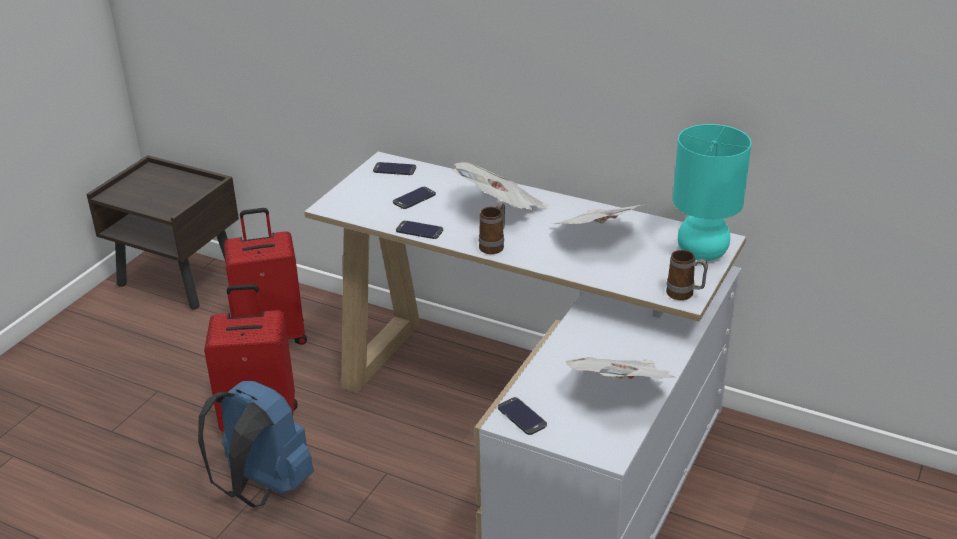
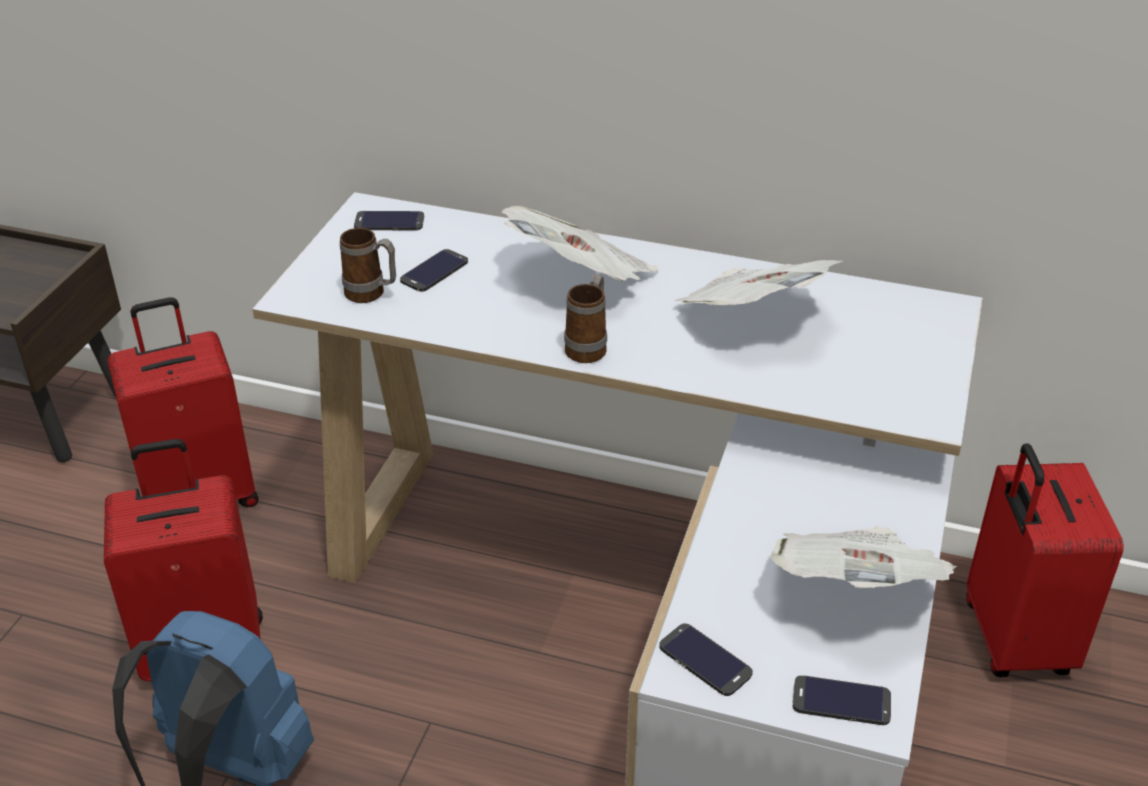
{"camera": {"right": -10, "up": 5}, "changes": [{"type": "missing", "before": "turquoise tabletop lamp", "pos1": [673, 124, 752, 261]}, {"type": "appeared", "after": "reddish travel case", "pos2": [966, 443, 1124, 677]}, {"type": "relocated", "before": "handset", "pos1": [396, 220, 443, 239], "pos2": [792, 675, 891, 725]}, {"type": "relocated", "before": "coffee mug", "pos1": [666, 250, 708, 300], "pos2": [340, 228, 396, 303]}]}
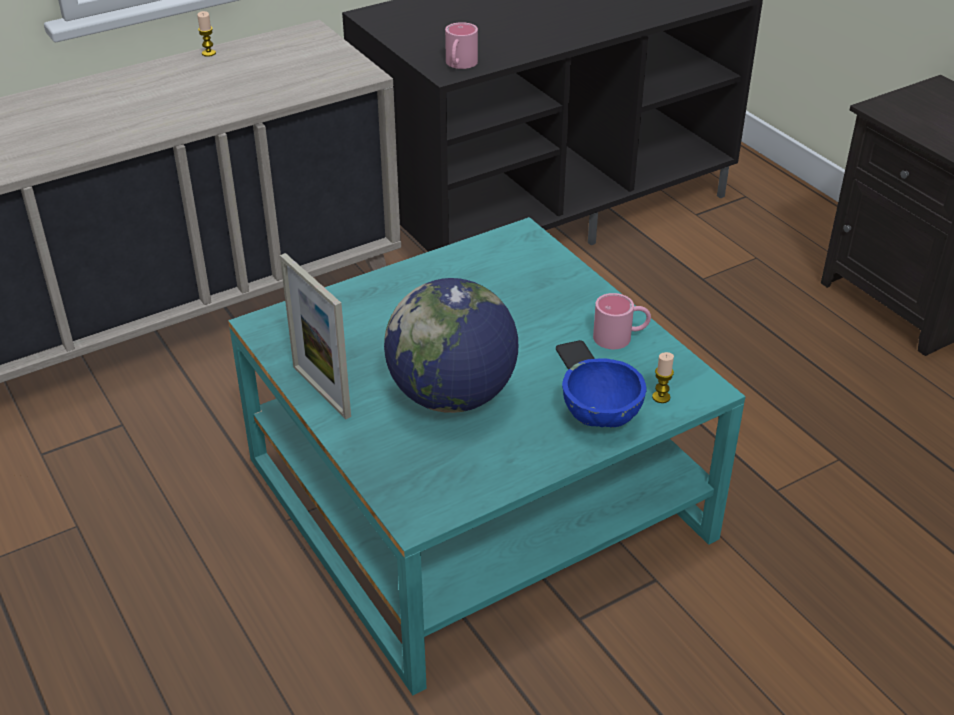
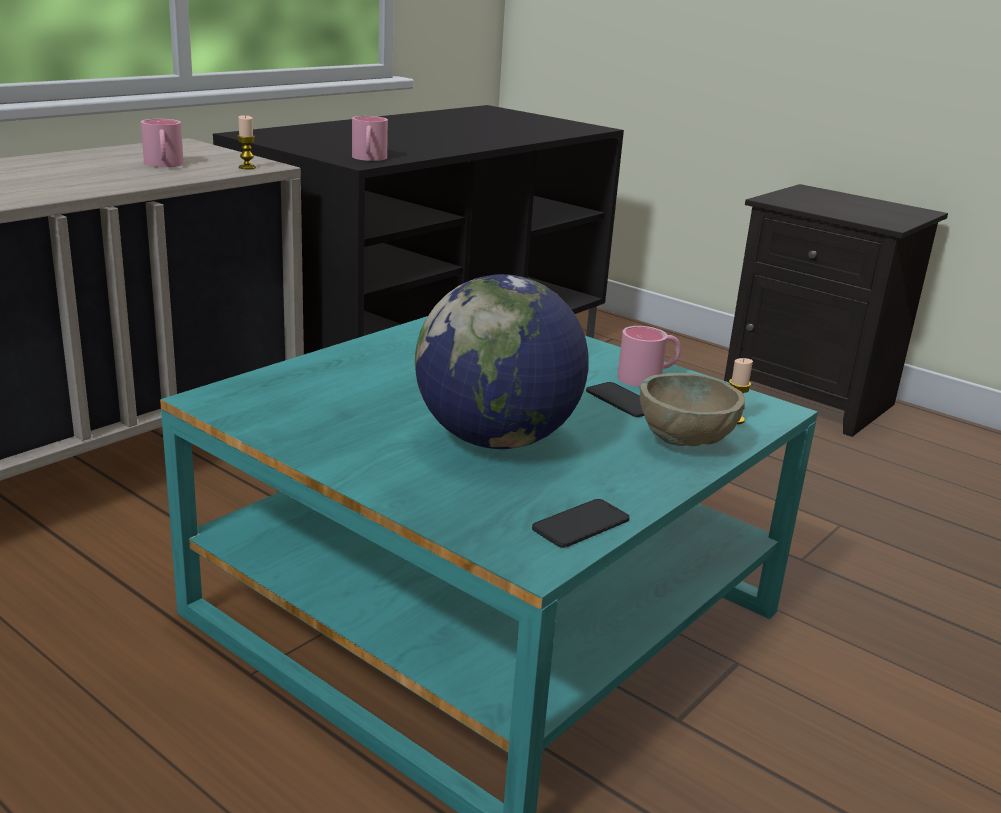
{"camera": {"right": -20, "up": -15}, "changes": [{"type": "missing", "before": "standing frame", "pos1": [280, 253, 351, 419]}, {"type": "appeared", "after": "pinkish coffee mug", "pos2": [141, 119, 184, 167]}, {"type": "appeared", "after": "handset", "pos2": [532, 499, 630, 548]}, {"type": "relocated", "before": "wax candle", "pos1": [197, 11, 216, 57], "pos2": [237, 115, 256, 169]}, {"type": "colour", "before": "bluish serving bowl", "after": "beige serving bowl", "pos1": [562, 358, 647, 427], "pos2": [640, 373, 745, 446]}]}
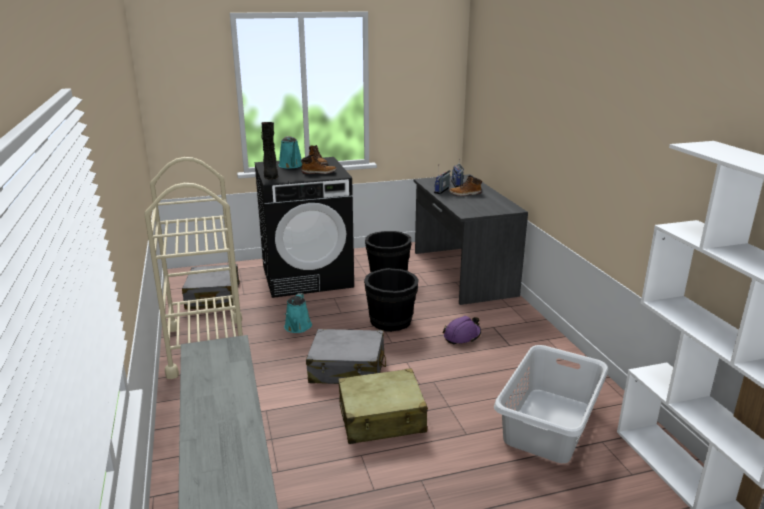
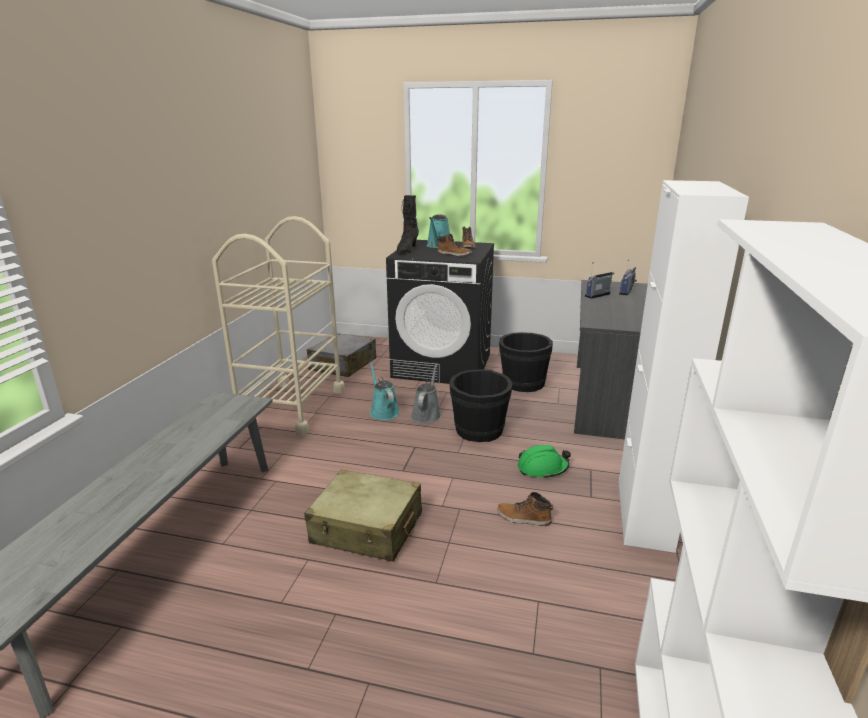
{"camera": {"right": 30, "up": 0}, "changes": [{"type": "missing", "before": "gray travel case", "pos1": [306, 329, 386, 384]}, {"type": "missing", "before": "gray washing basket", "pos1": [494, 345, 608, 463]}, {"type": "appeared", "after": "gray watering pot", "pos2": [411, 364, 441, 423]}, {"type": "appeared", "after": "white-coloured cupboard", "pos2": [619, 180, 749, 553]}, {"type": "relocated", "before": "tall boot", "pos1": [449, 175, 482, 196], "pos2": [497, 492, 553, 526]}, {"type": "colour", "before": "purple-coloured hard hat", "after": "green hard hat", "pos1": [443, 316, 481, 344], "pos2": [518, 445, 571, 479]}, {"type": "spun", "before": "turquoise watering pot", "pos1": [284, 293, 312, 333], "pos2": [370, 363, 400, 420], "turn": 120}]}
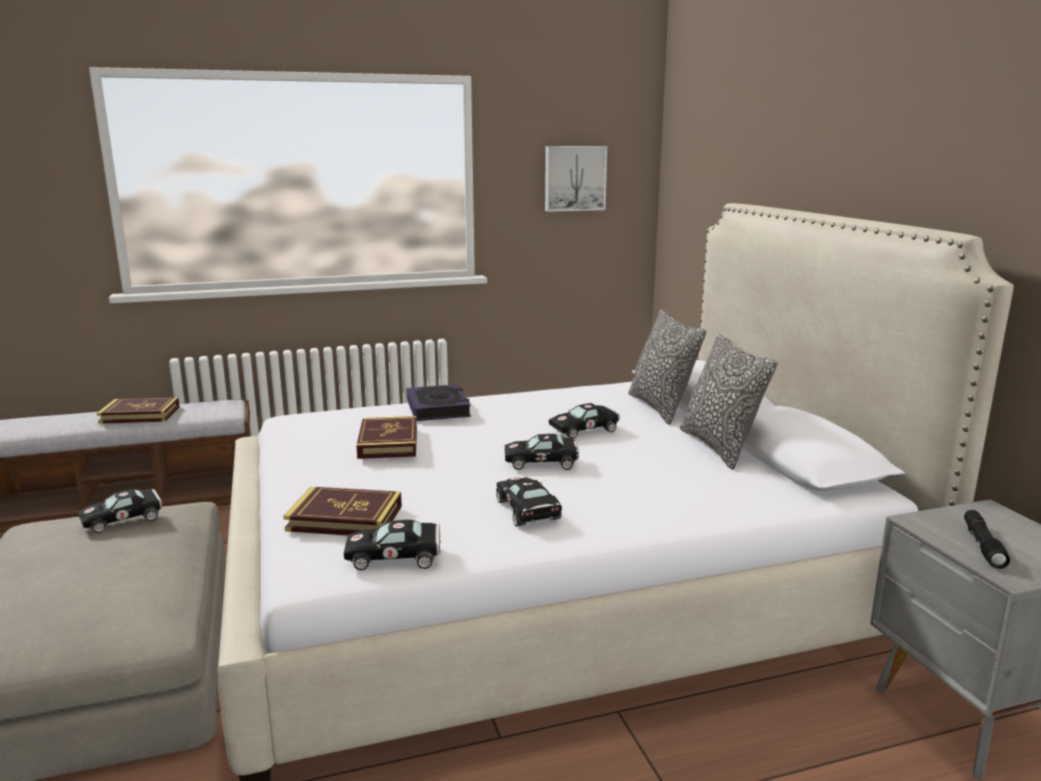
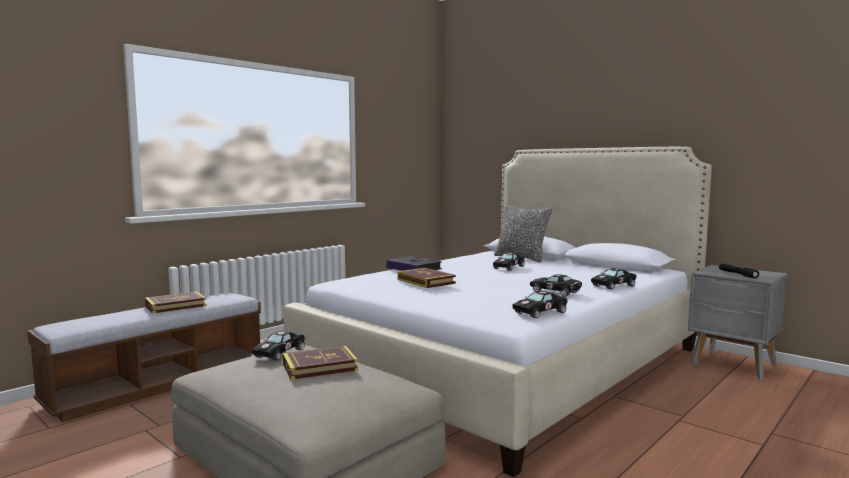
{"camera": {"right": -30, "up": -10}, "changes": [{"type": "missing", "before": "wall picture", "pos1": [545, 146, 607, 212]}, {"type": "missing", "before": "throw pillow", "pos1": [680, 334, 778, 469]}, {"type": "relocated", "before": "bound book", "pos1": [284, 487, 402, 536], "pos2": [283, 346, 358, 380]}, {"type": "relocated", "before": "black model car", "pos1": [505, 434, 579, 470], "pos2": [591, 268, 637, 290]}]}
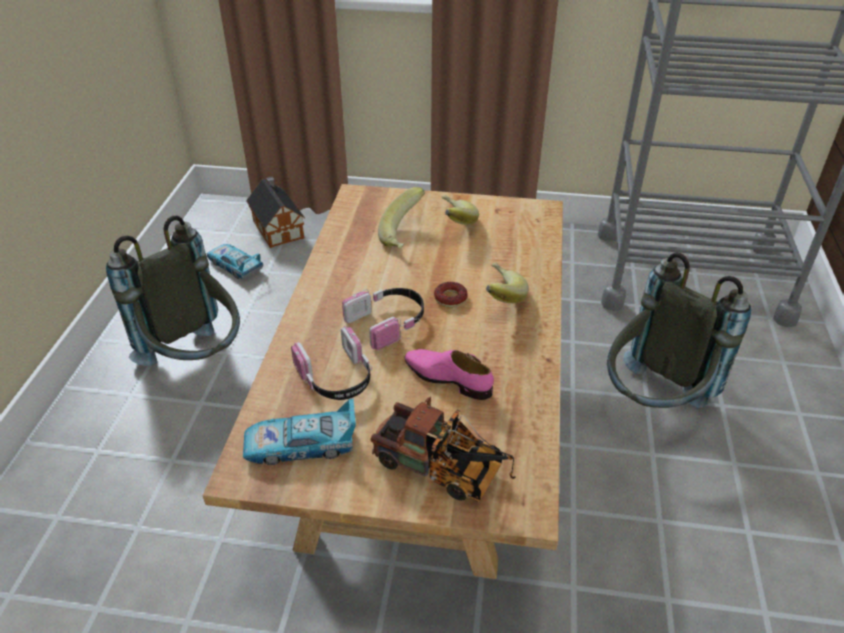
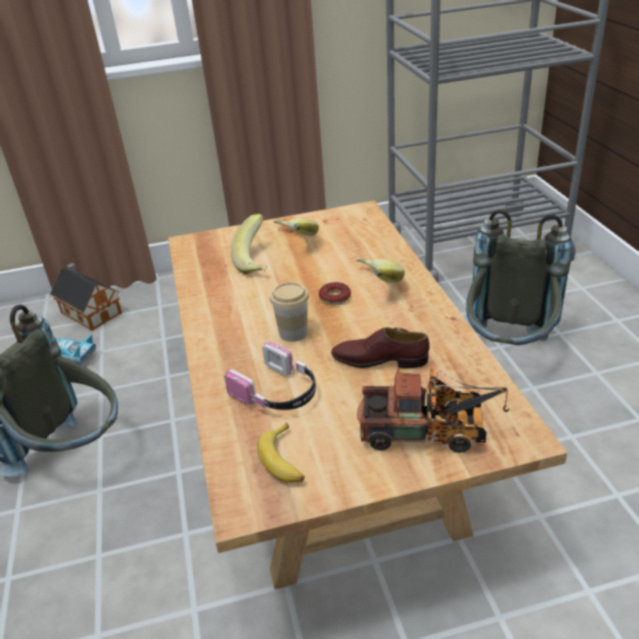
{"camera": {"right": -20, "up": -5}, "changes": [{"type": "exchanged", "before": "model car", "after": "whole banana", "pos1": [243, 398, 356, 465], "pos2": [257, 422, 305, 483]}, {"type": "exchanged", "before": "headset", "after": "cup", "pos1": [342, 288, 424, 350], "pos2": [270, 282, 309, 342]}, {"type": "colour", "before": "pinkish shoe", "after": "brown-coloured shoe", "pos1": [405, 349, 494, 400], "pos2": [331, 327, 430, 368]}]}
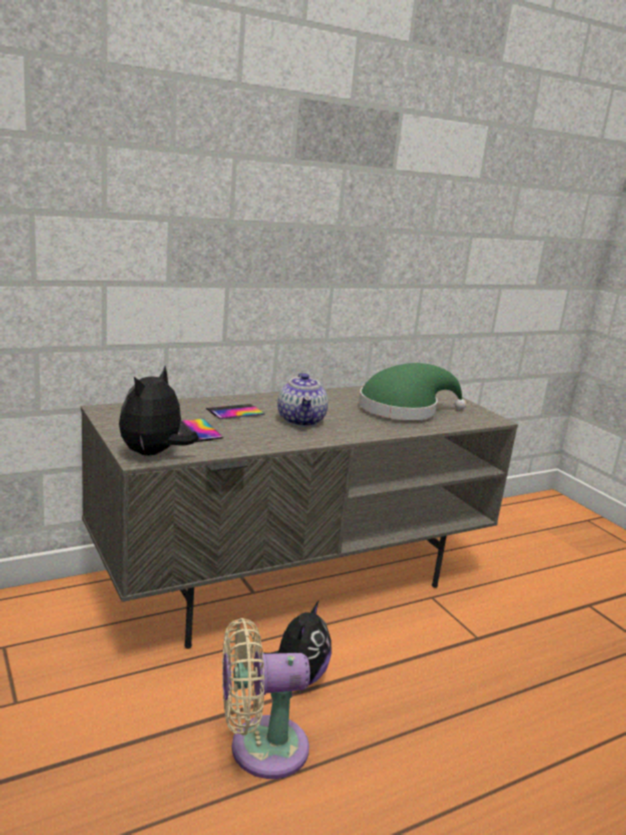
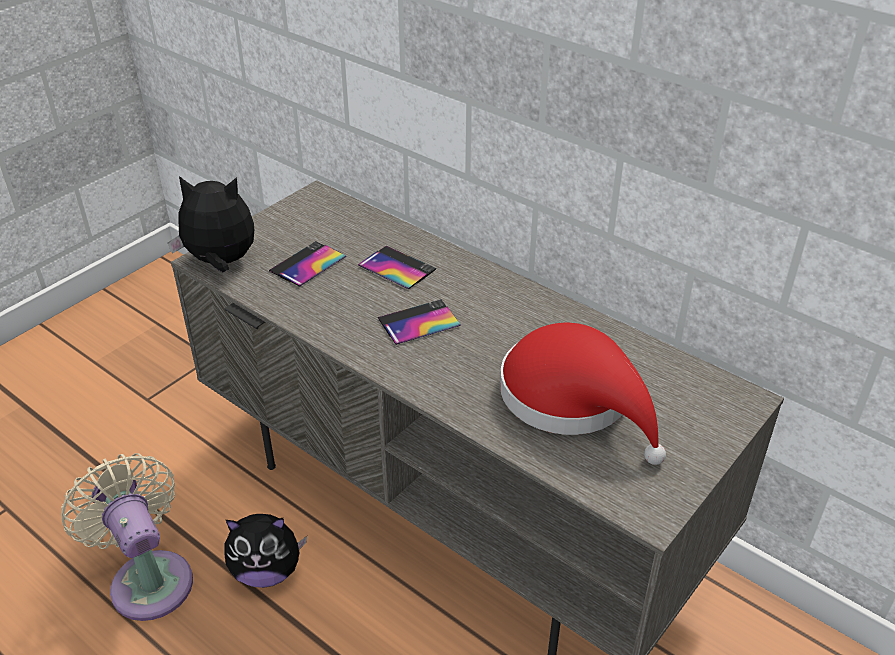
{"camera": {"right": 70, "up": 20}, "changes": [{"type": "exchanged", "before": "teapot", "after": "handset", "pos1": [278, 373, 328, 426], "pos2": [378, 299, 461, 345]}, {"type": "colour", "before": "green hat", "after": "reddish hat", "pos1": [359, 363, 466, 420], "pos2": [500, 323, 666, 465]}]}
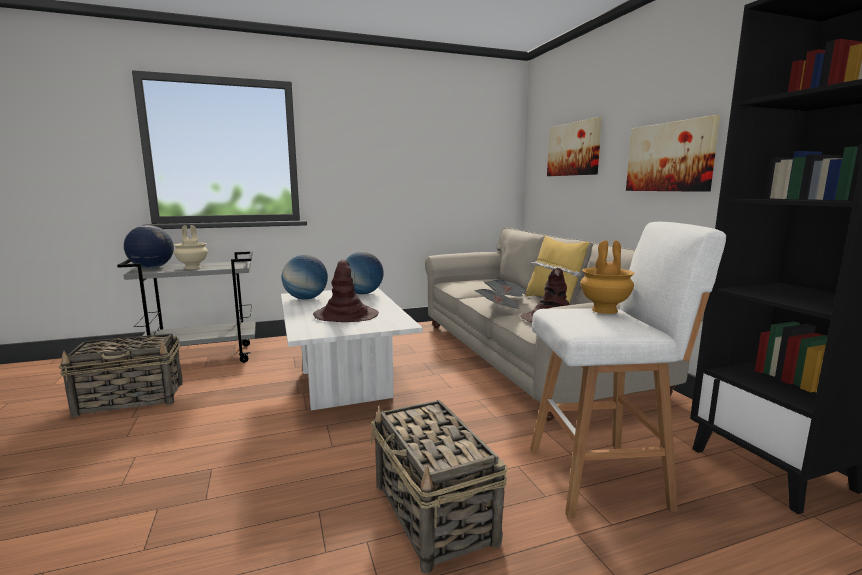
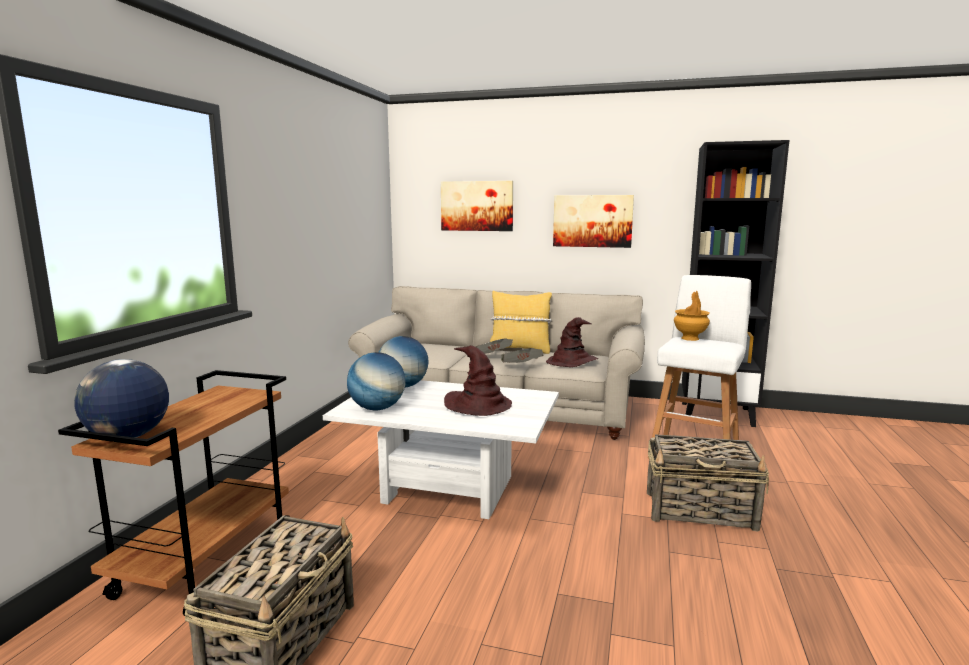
{"camera": {"right": -55, "up": 0}, "changes": [{"type": "missing", "before": "beige flower vase", "pos1": [174, 225, 208, 269]}, {"type": "colour", "before": "gray cart", "after": "brown-coloured cart", "pos1": [117, 251, 256, 363], "pos2": [58, 370, 290, 616]}]}
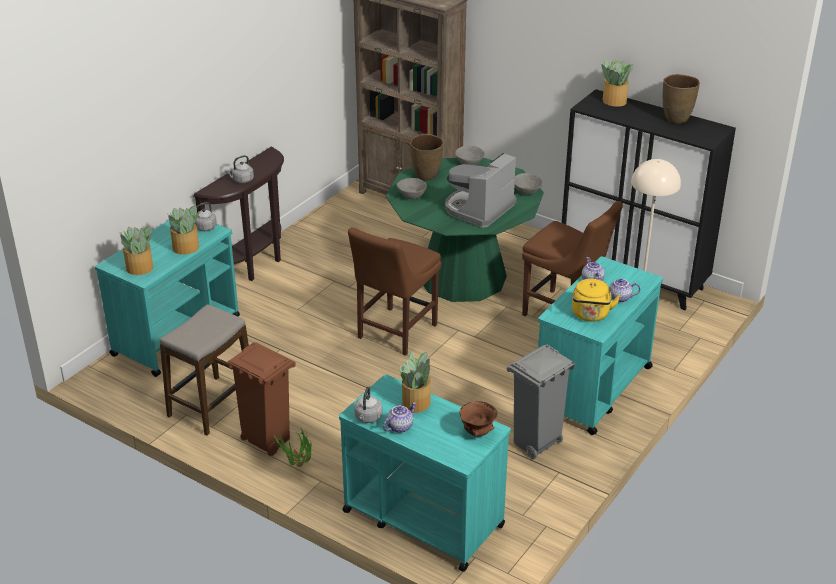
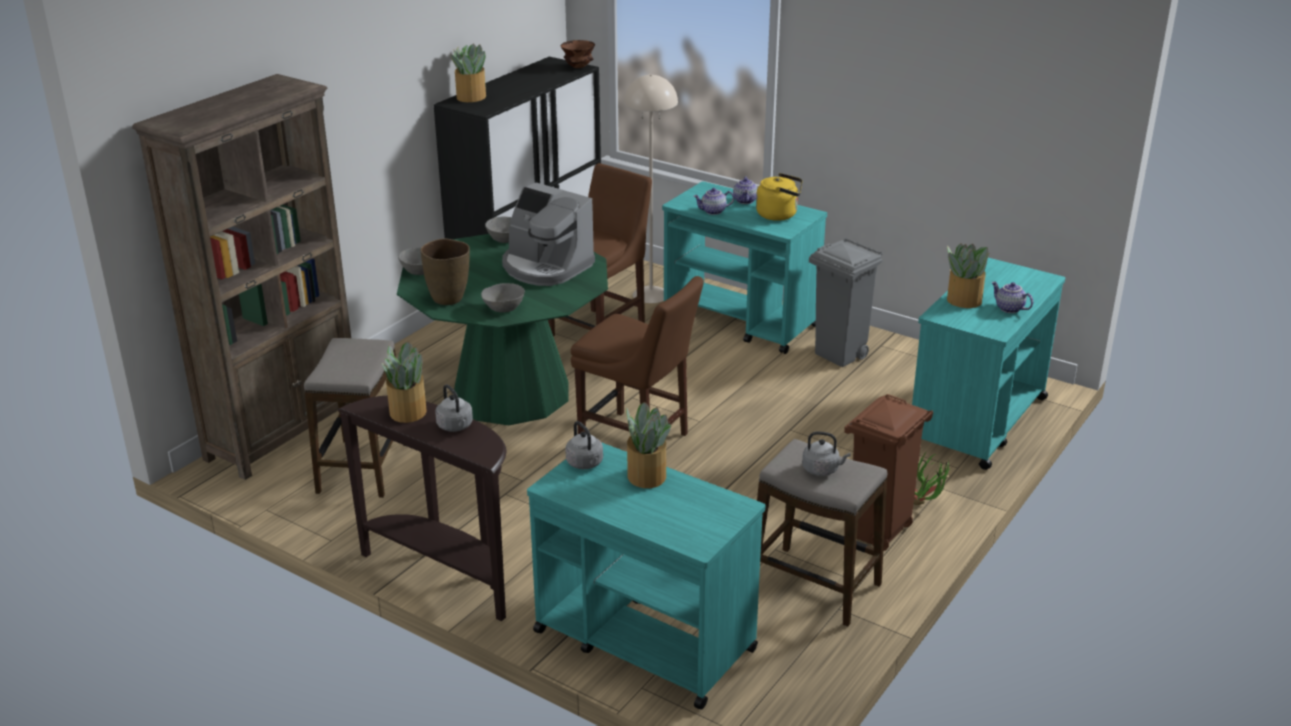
{"camera": {"right": -90, "up": -5}, "changes": [{"type": "missing", "before": "brown-coloured flower vase", "pos1": [663, 74, 700, 123]}, {"type": "appeared", "after": "sitting stool", "pos2": [304, 338, 405, 498]}, {"type": "relocated", "before": "plant in a pot", "pos1": [119, 226, 153, 275], "pos2": [382, 341, 427, 423]}, {"type": "relocated", "before": "gray water kettle", "pos1": [354, 386, 382, 423], "pos2": [802, 432, 850, 476]}, {"type": "relocated", "before": "brown-coloured serving bowl", "pos1": [460, 401, 497, 437], "pos2": [561, 40, 595, 68]}]}
